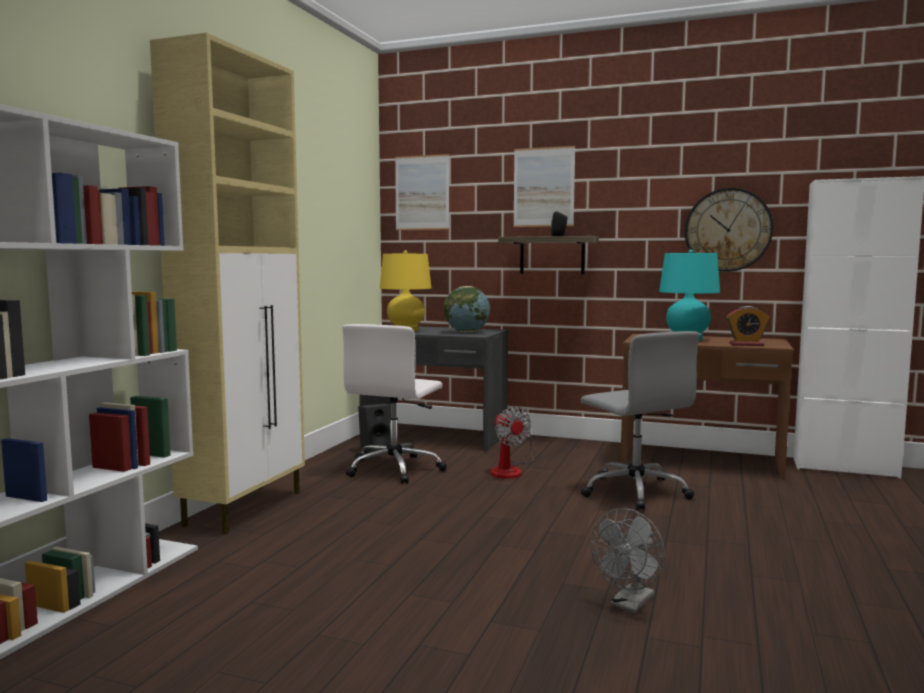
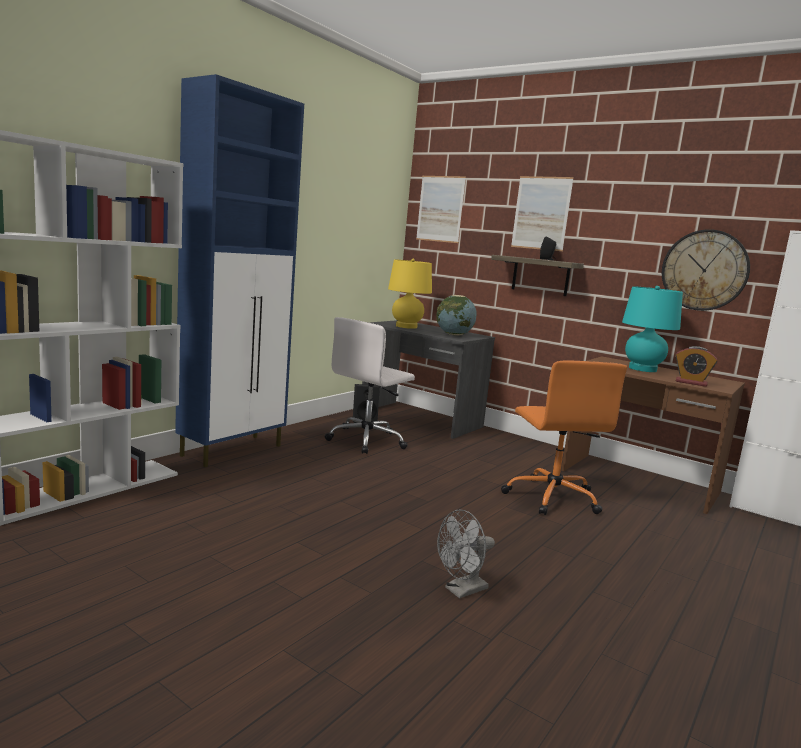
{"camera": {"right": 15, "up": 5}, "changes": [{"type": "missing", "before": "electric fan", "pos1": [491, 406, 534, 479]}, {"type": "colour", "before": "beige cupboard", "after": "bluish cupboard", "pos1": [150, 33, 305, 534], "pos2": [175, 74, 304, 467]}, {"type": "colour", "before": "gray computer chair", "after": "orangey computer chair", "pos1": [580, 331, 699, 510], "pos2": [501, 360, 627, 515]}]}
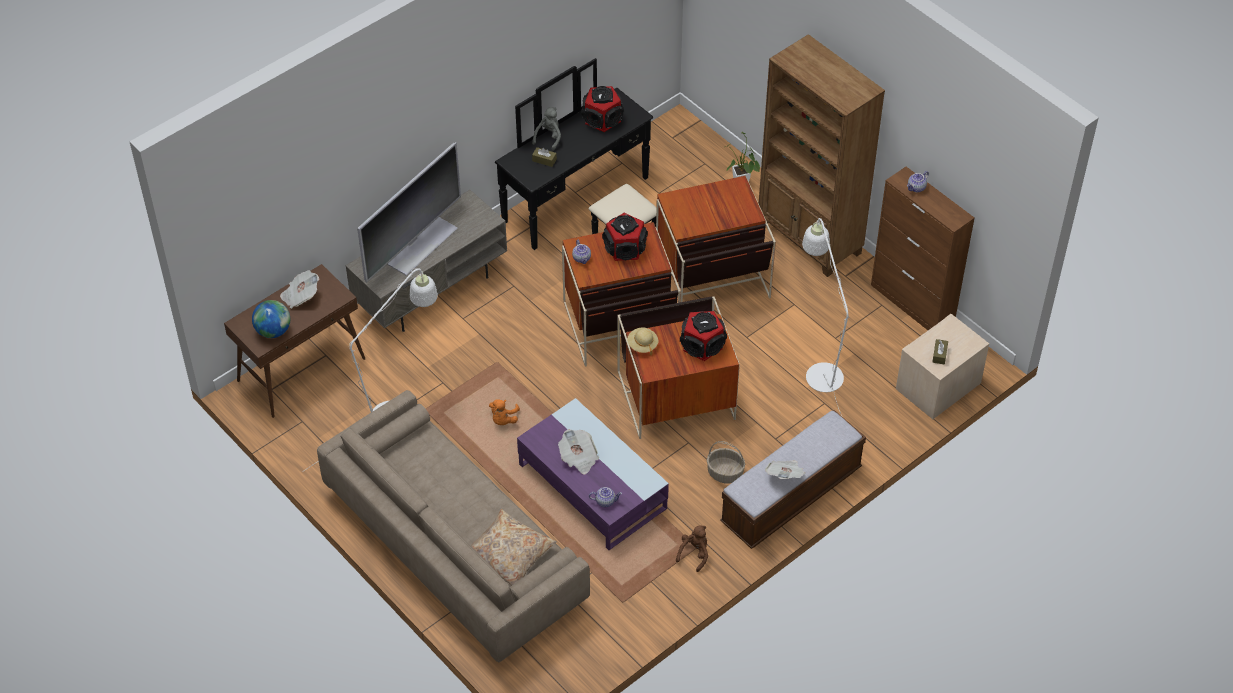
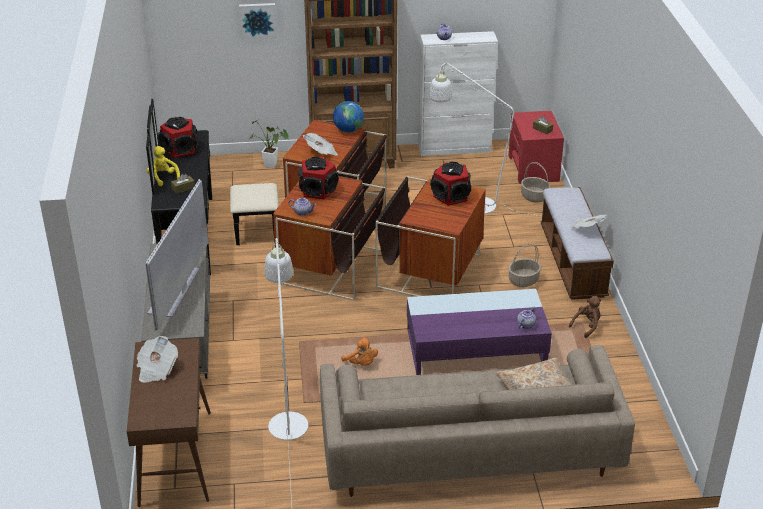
{"camera": {"right": -55, "up": -15}, "changes": [{"type": "missing", "before": "beige hat", "pos1": [627, 328, 658, 355]}, {"type": "appeared", "after": "wall picture", "pos2": [239, 3, 277, 39]}, {"type": "appeared", "after": "basket", "pos2": [521, 162, 551, 203]}, {"type": "relocated", "before": "world globe", "pos1": [252, 300, 290, 338], "pos2": [333, 101, 364, 132]}, {"type": "relocated", "before": "newspaper", "pos1": [558, 429, 599, 474], "pos2": [303, 133, 338, 156]}, {"type": "colour", "before": "gray plush toy", "after": "yellow-coloured plush toy", "pos1": [532, 107, 561, 151], "pos2": [146, 146, 180, 186]}, {"type": "colour", "before": "brown-coloured cupboard", "after": "white-coloured cupboard", "pos1": [871, 167, 974, 330], "pos2": [418, 31, 498, 156]}, {"type": "colour", "before": "beige bedside table", "after": "reddish bedside table", "pos1": [896, 314, 989, 419], "pos2": [509, 111, 564, 184]}, {"type": "spun", "before": "television", "pos1": [357, 142, 461, 283], "pos2": [145, 179, 208, 331], "turn": -150}, {"type": "spun", "before": "brown-coloured plush toy", "pos1": [676, 525, 708, 572], "pos2": [569, 296, 602, 338], "turn": 75}]}
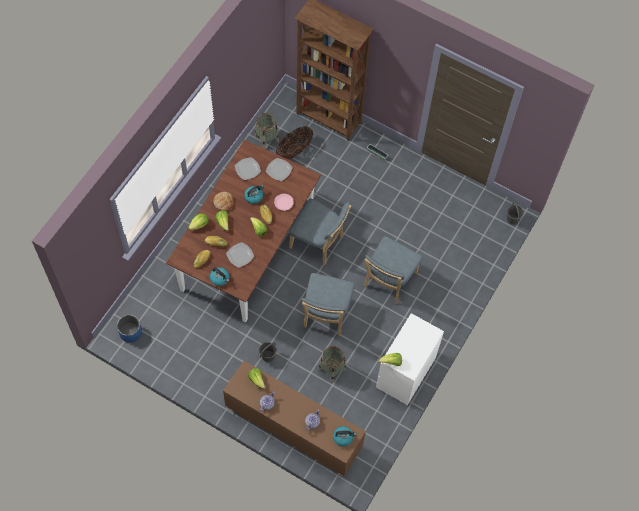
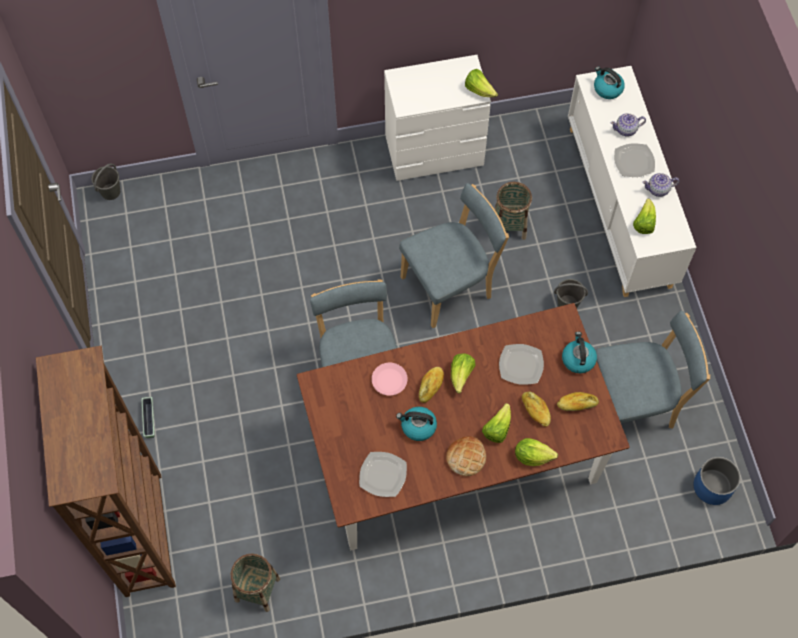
{"camera": {"right": -130, "up": 0}, "changes": [{"type": "missing", "before": "basket", "pos1": [276, 126, 313, 159]}, {"type": "relocated", "before": "dinner plate", "pos1": [266, 158, 293, 181], "pos2": [614, 143, 655, 177]}, {"type": "relocated", "before": "bluish upright chair", "pos1": [364, 236, 423, 304], "pos2": [595, 311, 710, 428]}, {"type": "colour", "before": "brown-coloured cupboard", "after": "white-coloured cupboard", "pos1": [223, 361, 366, 476], "pos2": [568, 66, 697, 297]}]}
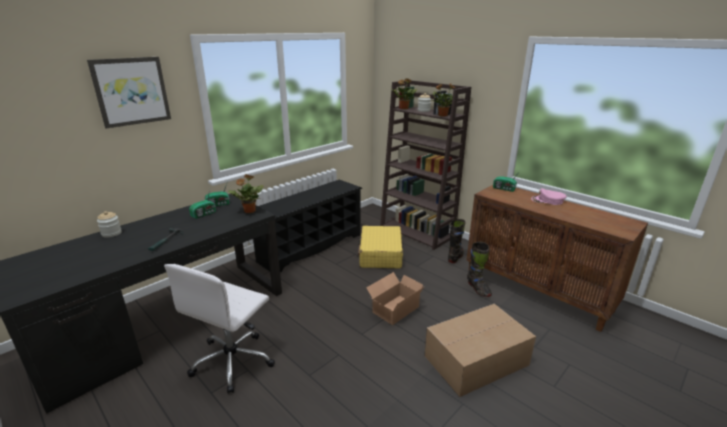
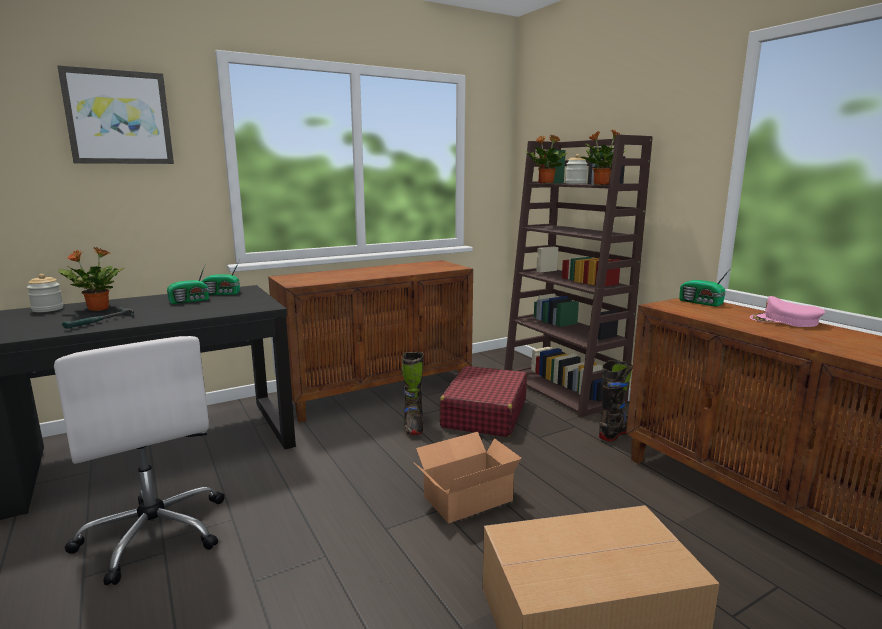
{"camera": {"right": 15, "up": -10}, "changes": [{"type": "relocated", "before": "plant in a pot", "pos1": [228, 174, 264, 213], "pos2": [59, 247, 124, 311]}, {"type": "relocated", "before": "black tall boot", "pos1": [467, 242, 492, 297], "pos2": [401, 352, 424, 435]}, {"type": "exchanged", "before": "black shoe rack", "after": "brown-coloured cupboard", "pos1": [253, 179, 363, 272], "pos2": [268, 260, 473, 423]}, {"type": "colour", "before": "yellow-coloured travel case", "after": "reddish travel case", "pos1": [358, 226, 403, 268], "pos2": [440, 366, 527, 437]}, {"type": "spun", "before": "white-coloured computer chair", "pos1": [164, 264, 275, 394], "pos2": [54, 336, 225, 585], "turn": -75}]}
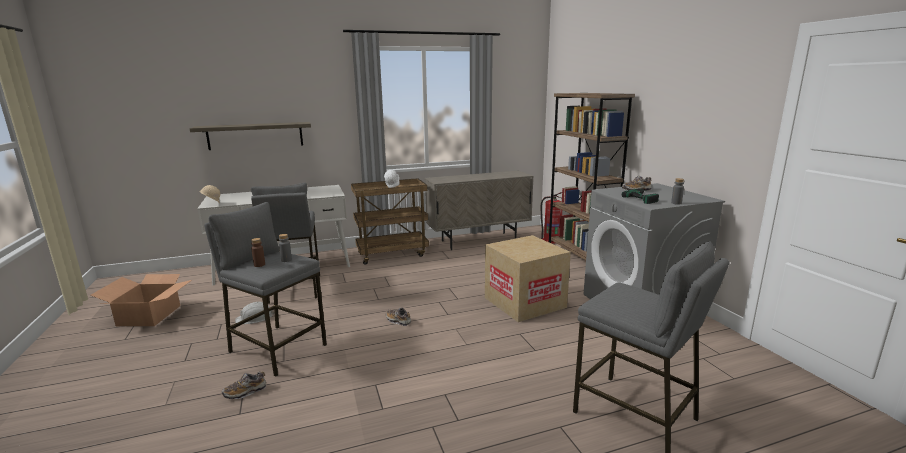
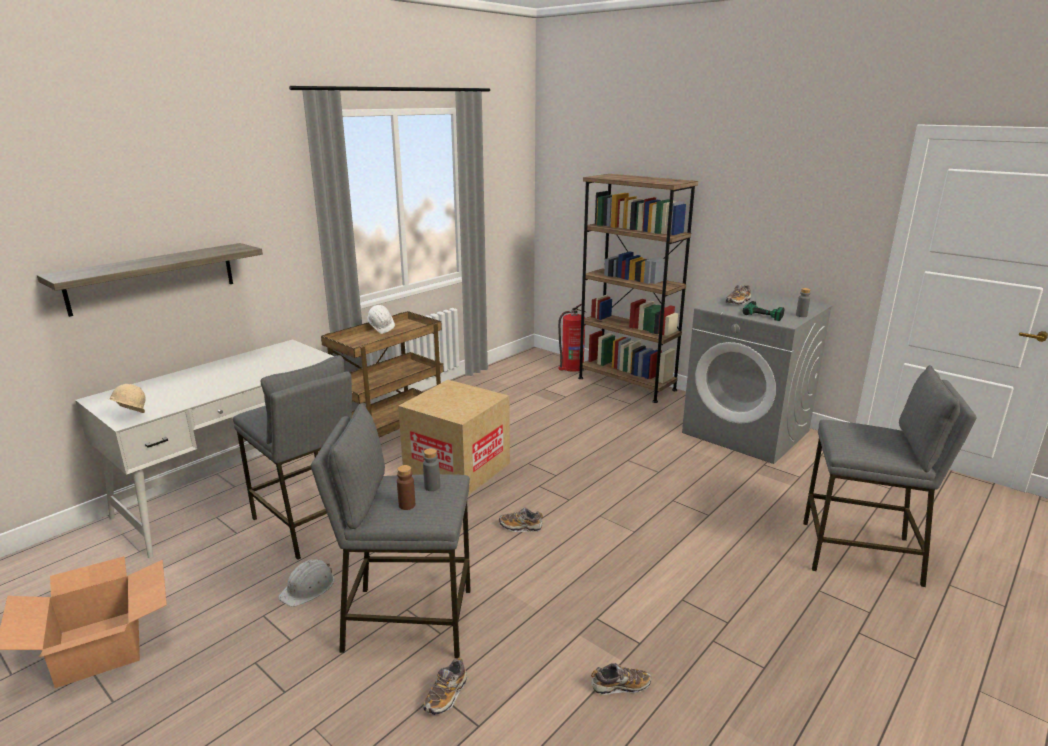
{"camera": {"right": -30, "up": 5}, "changes": [{"type": "missing", "before": "beige cupboard", "pos1": [425, 171, 533, 250]}, {"type": "appeared", "after": "shoe", "pos2": [591, 663, 651, 695]}, {"type": "relocated", "before": "packing box", "pos1": [485, 235, 571, 322], "pos2": [398, 380, 510, 495]}]}
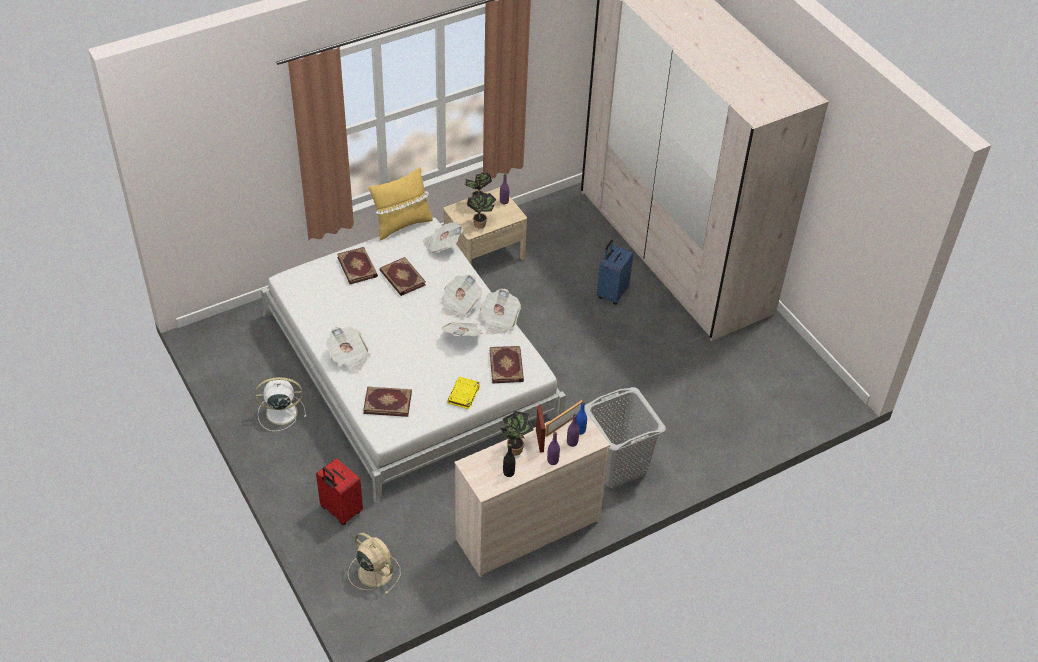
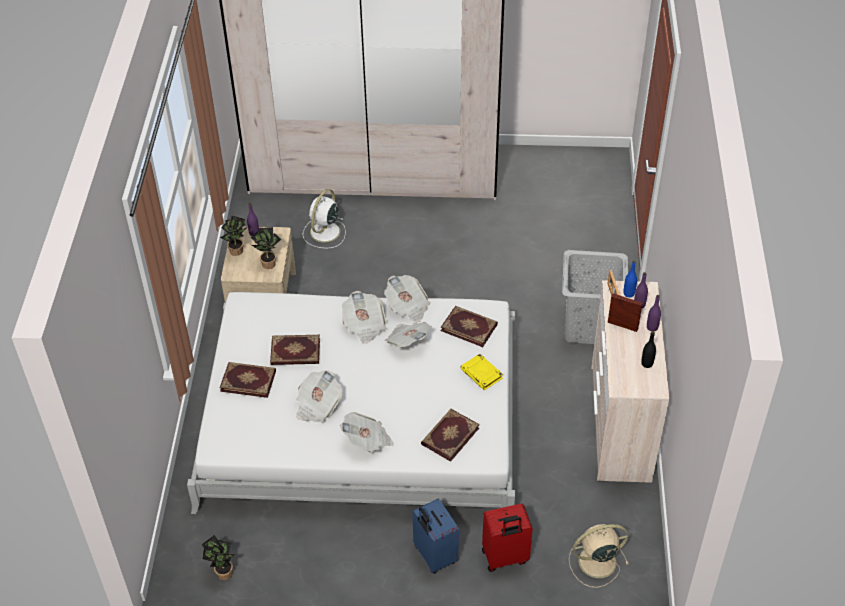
{"camera": {"right": -55, "up": 0}, "changes": [{"type": "missing", "before": "yellow-coloured throw pillow", "pos1": [369, 167, 433, 240]}, {"type": "relocated", "before": "white-coloured electric fan", "pos1": [255, 377, 306, 432], "pos2": [303, 189, 345, 249]}, {"type": "relocated", "before": "newspaper", "pos1": [423, 222, 463, 254], "pos2": [296, 370, 342, 423]}, {"type": "relocated", "before": "plant in a pot", "pos1": [500, 411, 534, 456], "pos2": [201, 535, 235, 580]}, {"type": "relocated", "before": "bluish travel case", "pos1": [597, 240, 634, 305], "pos2": [412, 499, 459, 573]}]}
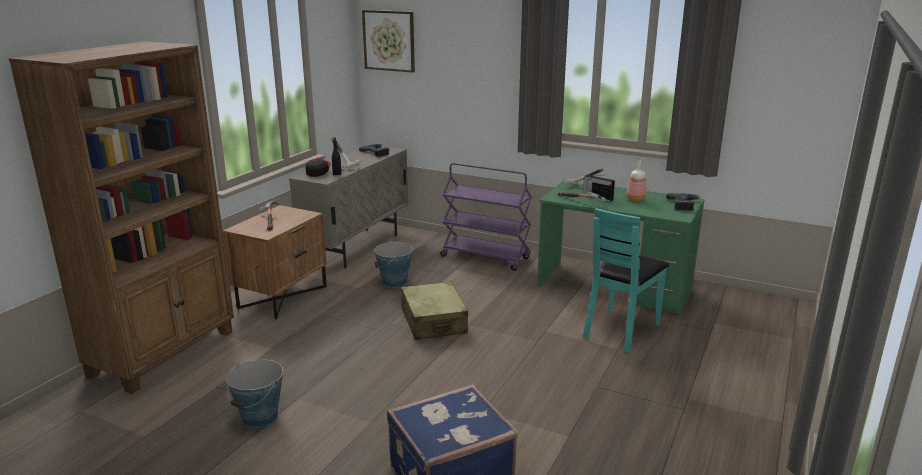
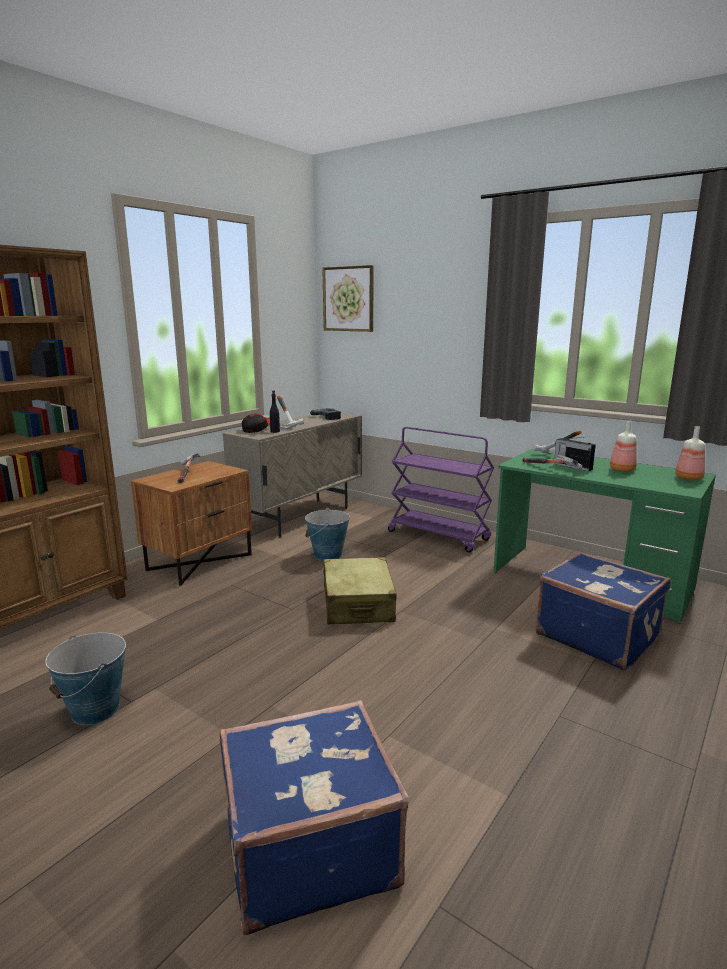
{"camera": {"right": 10, "up": -5}, "changes": [{"type": "exchanged", "before": "turquoise upright chair", "after": "bluish travel case", "pos1": [583, 208, 669, 352], "pos2": [535, 552, 671, 671]}, {"type": "exchanged", "before": "electric drill", "after": "drink bottle", "pos1": [666, 193, 701, 211], "pos2": [675, 426, 705, 480]}]}
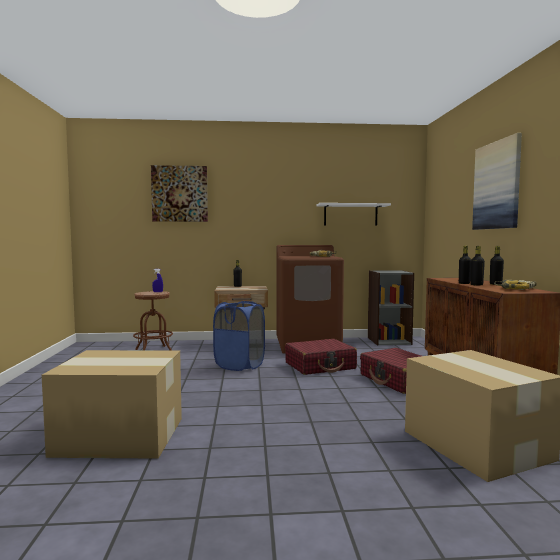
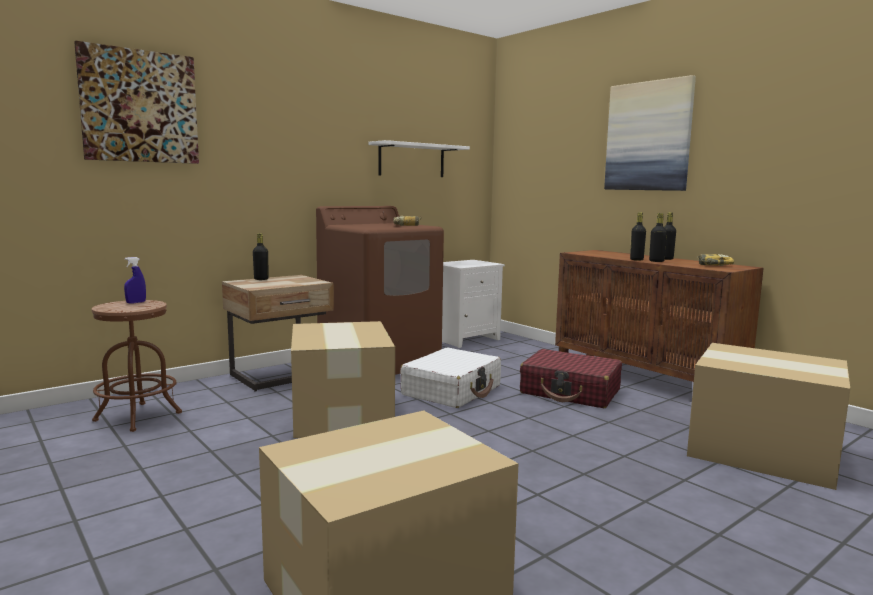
{"camera": {"right": -35, "up": 5}, "changes": [{"type": "exchanged", "before": "bluish washing basket", "after": "packing box", "pos1": [213, 301, 265, 371], "pos2": [291, 321, 395, 438]}, {"type": "exchanged", "before": "gray bookcase", "after": "white-coloured bedside table", "pos1": [368, 270, 414, 345], "pos2": [442, 260, 505, 348]}, {"type": "colour", "before": "reddish travel case", "after": "white-coloured travel case", "pos1": [285, 339, 357, 375], "pos2": [400, 347, 501, 408]}]}
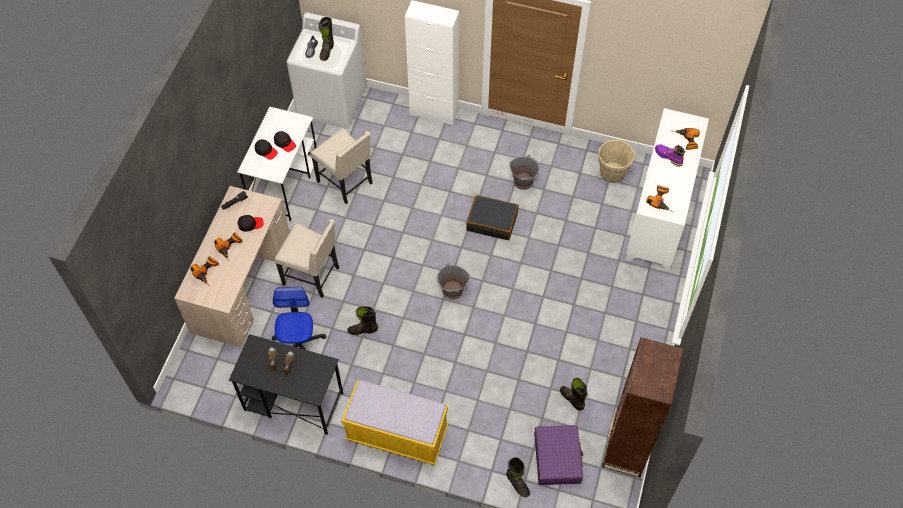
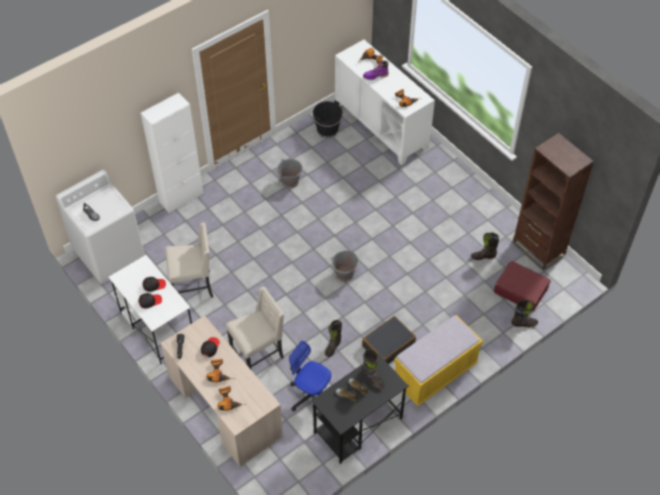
{"camera": {"right": -55, "up": -5}, "changes": [{"type": "relocated", "before": "black tall boot", "pos1": [318, 17, 334, 61], "pos2": [362, 349, 384, 389]}, {"type": "relocated", "before": "black travel case", "pos1": [466, 195, 519, 240], "pos2": [362, 316, 416, 364]}, {"type": "colour", "before": "purple-coloured travel case", "after": "reddish travel case", "pos1": [534, 425, 583, 485], "pos2": [494, 261, 551, 312]}, {"type": "colour", "before": "beige water bucket", "after": "black water bucket", "pos1": [598, 140, 635, 183], "pos2": [313, 100, 342, 138]}]}
